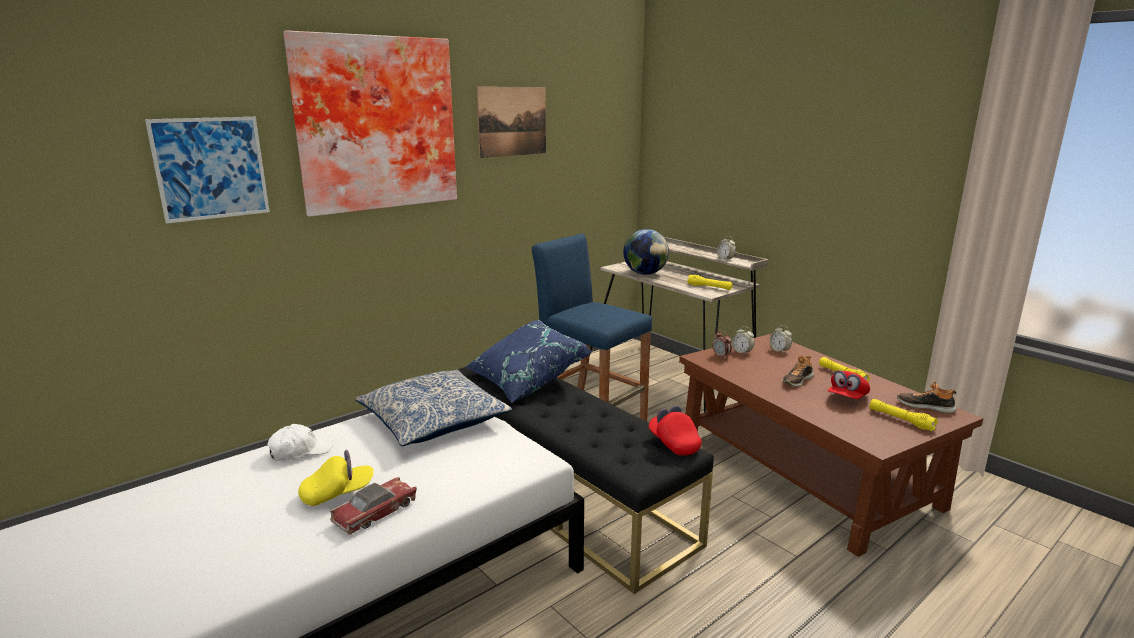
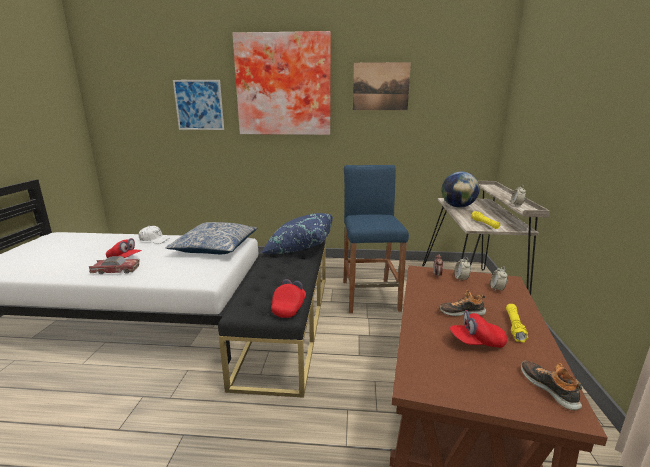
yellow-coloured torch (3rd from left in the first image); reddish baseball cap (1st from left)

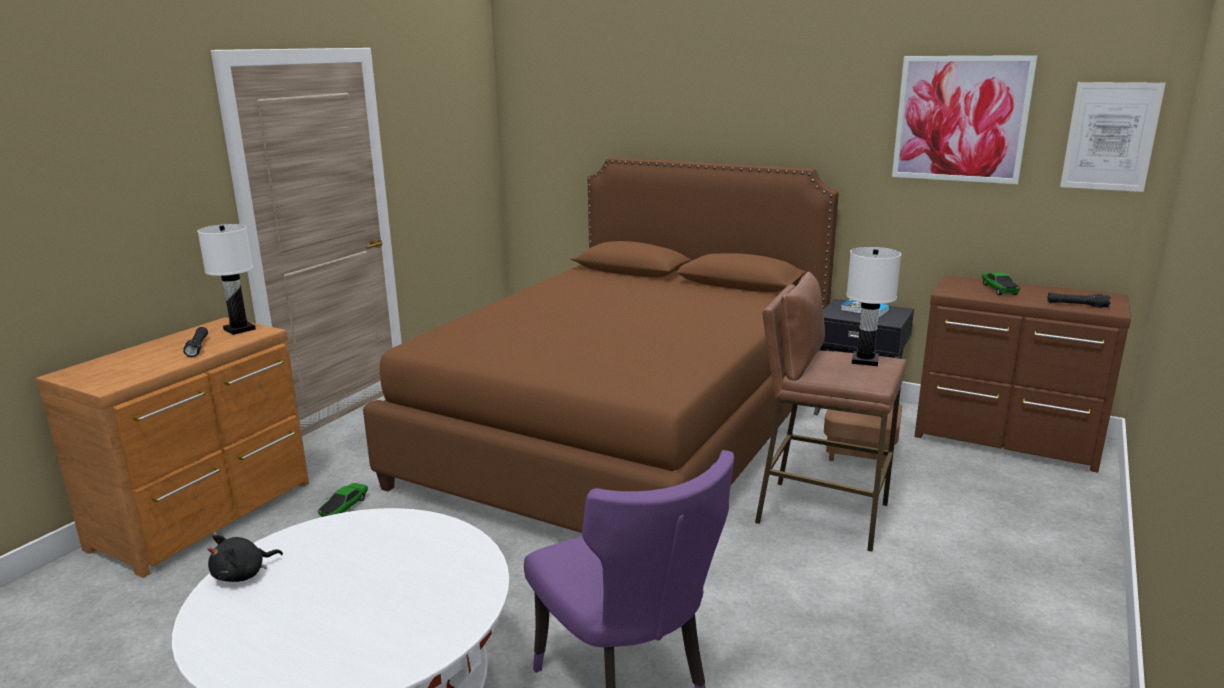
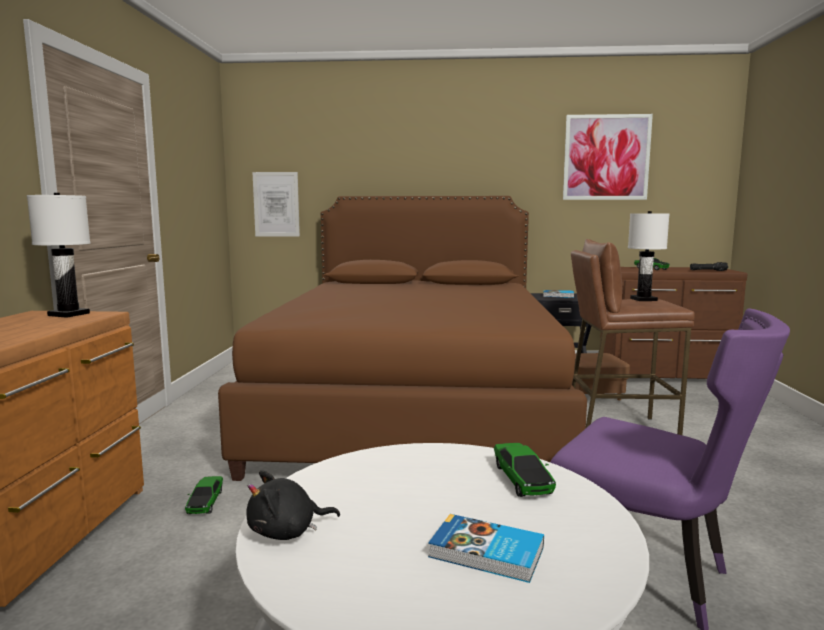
blackish torch (1st from left in the first image); book (1st from left); model car (2nd from left); wall picture (1st from left); blackish soft toy

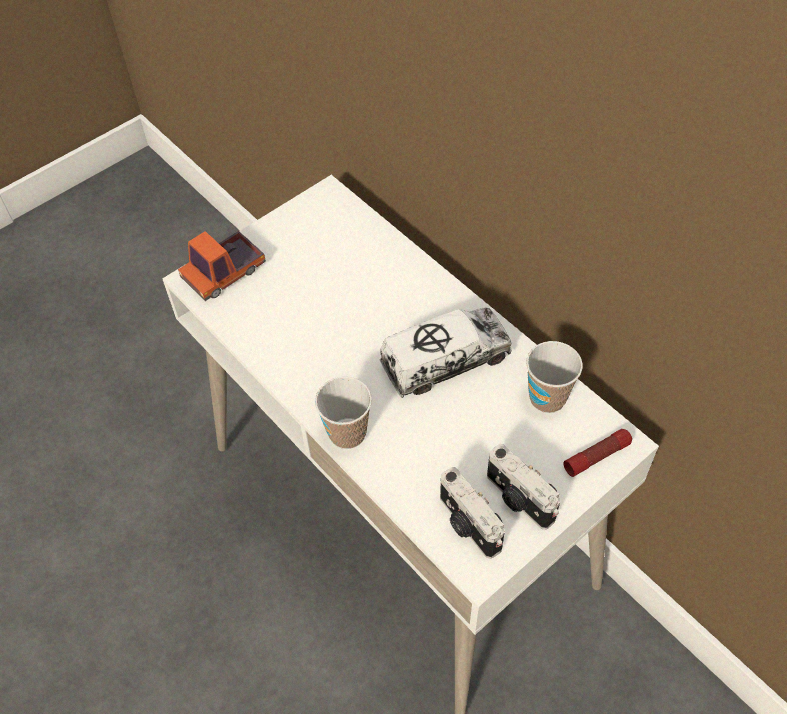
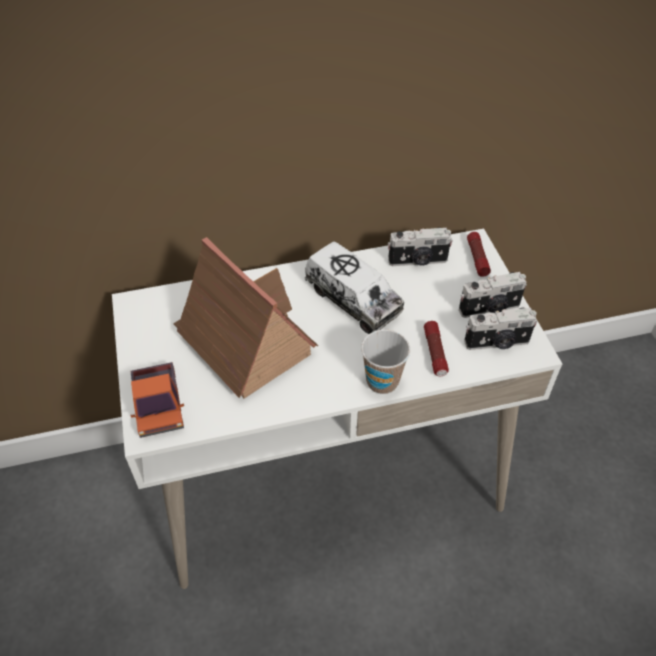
model house; torch (1st from left); still camera (1st from left); toy lorry (2nd from left)

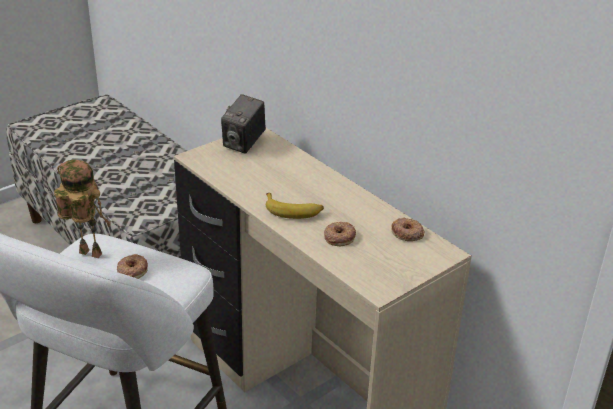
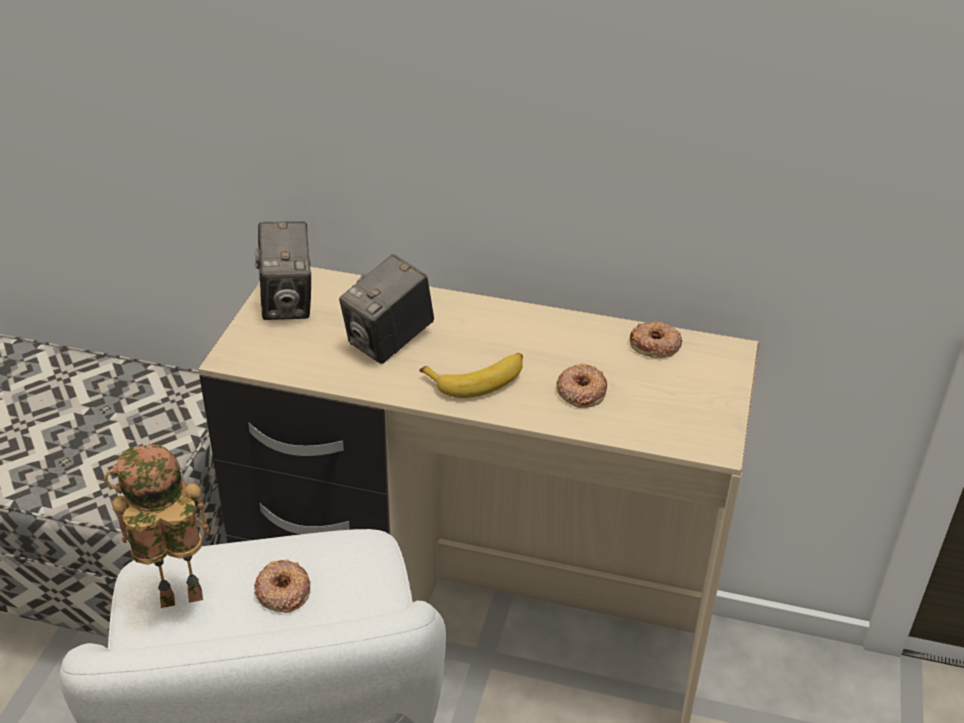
still camera (2nd from left)

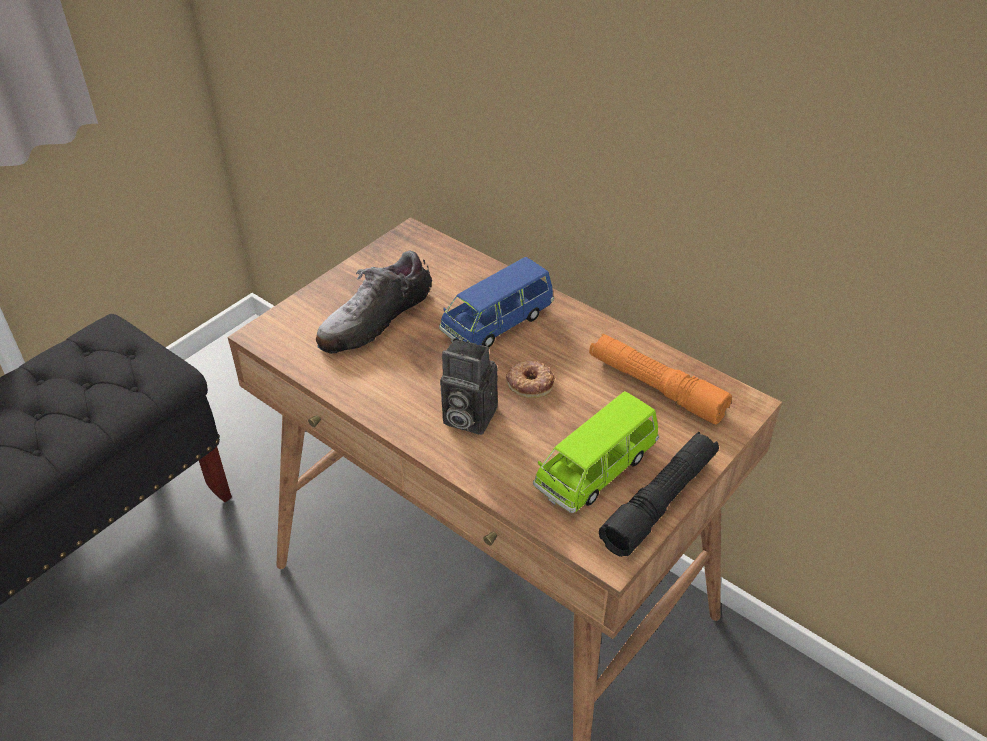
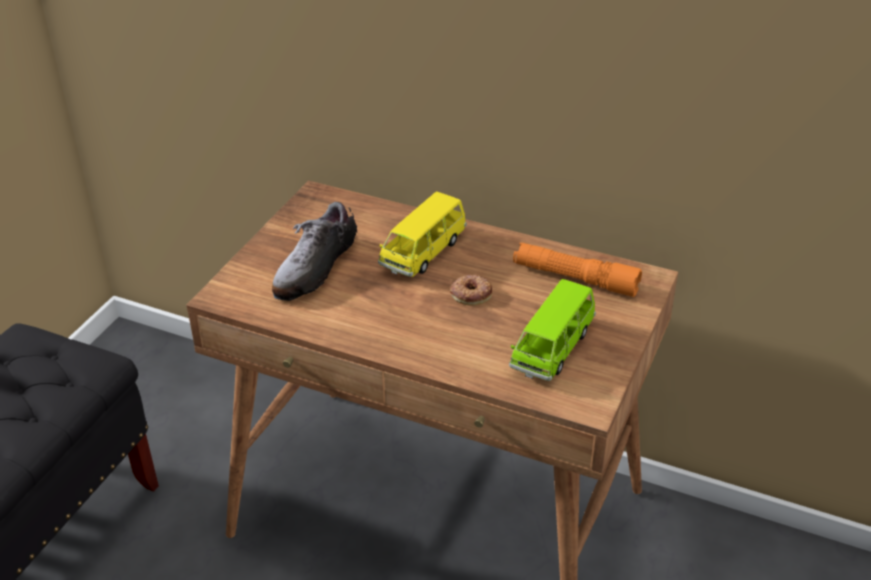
still camera; blackish torch; yellow-coloured model car

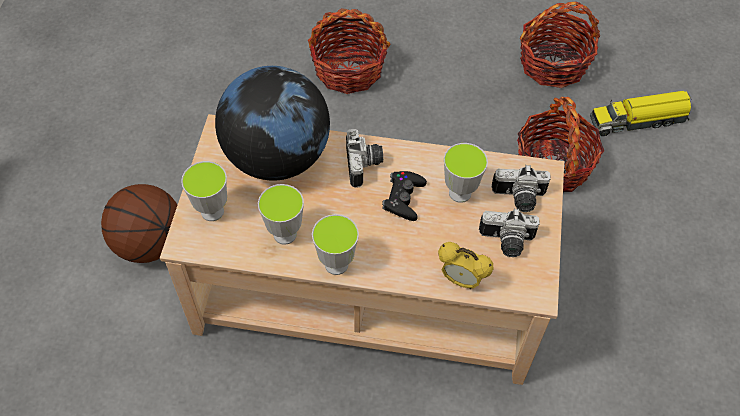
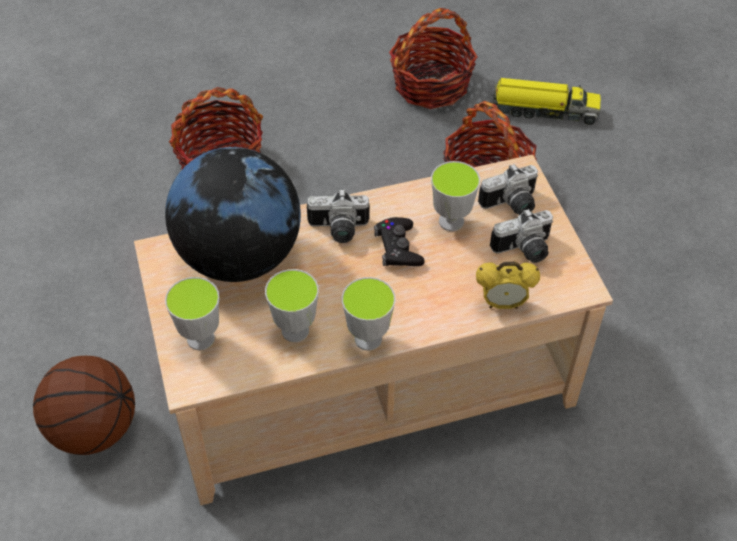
still camera (1st from left); toy lorry

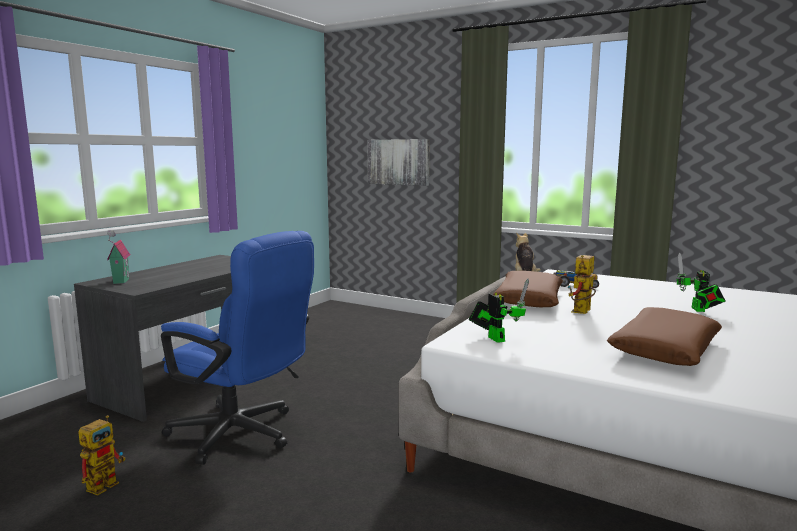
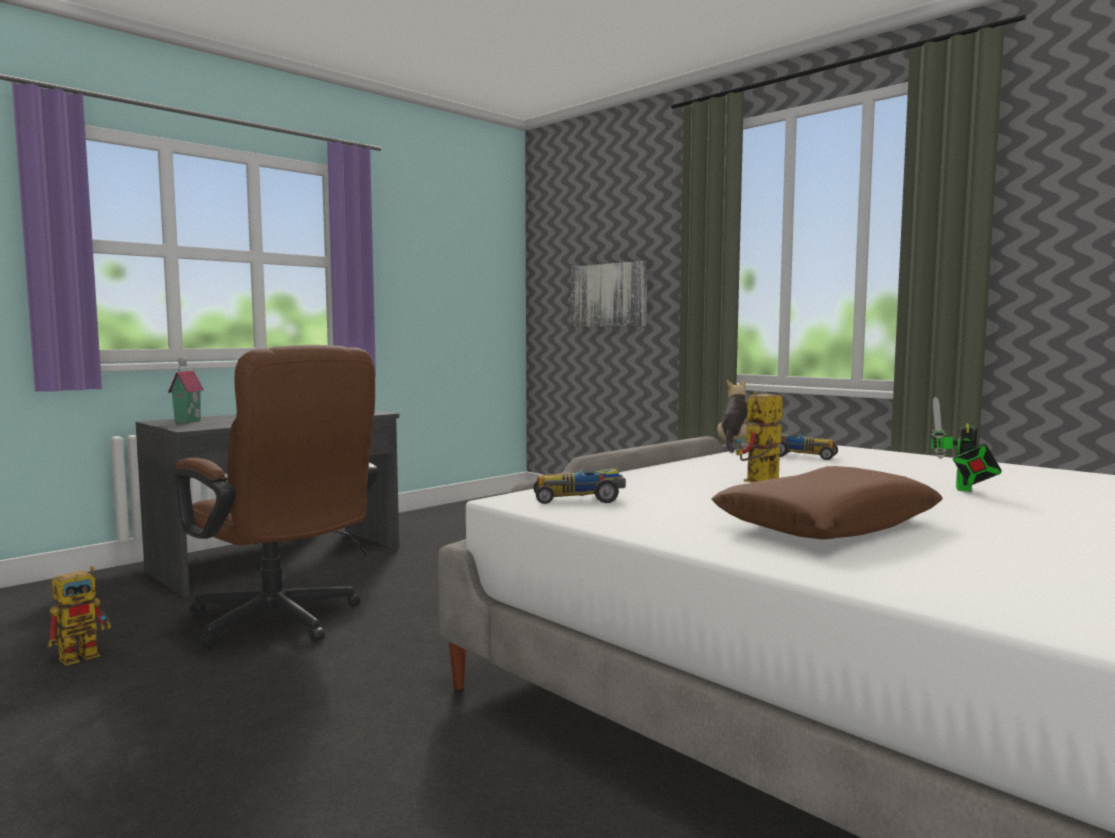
brown pillow (1st from left in the first image); model car (1st from left); brown desk chair

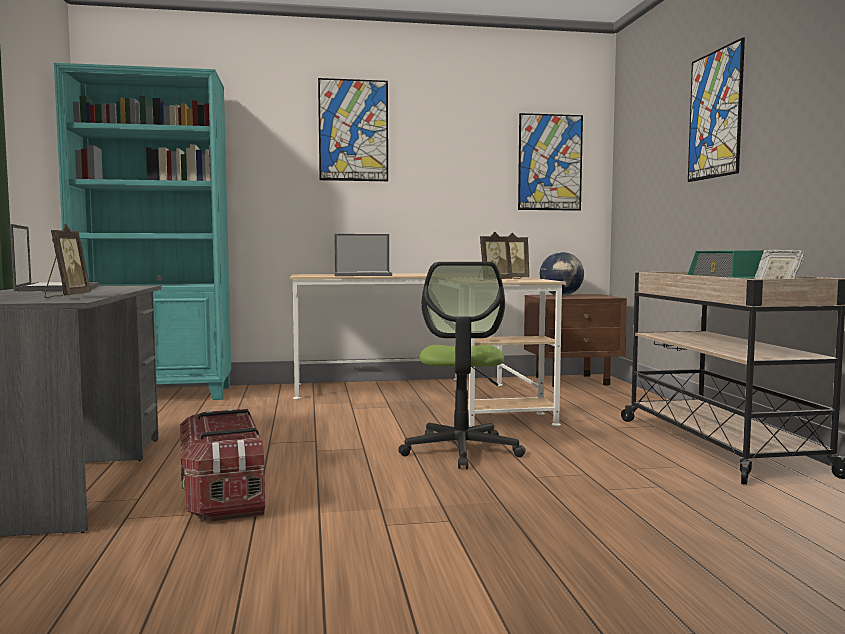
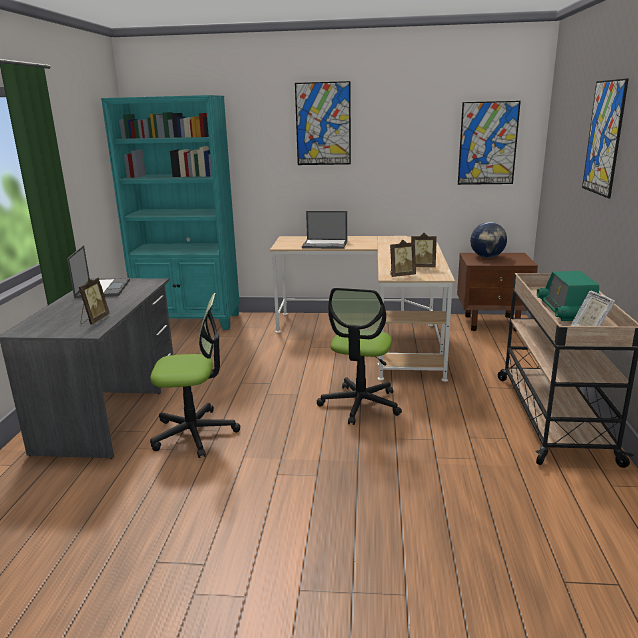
desk chair (1st from left)

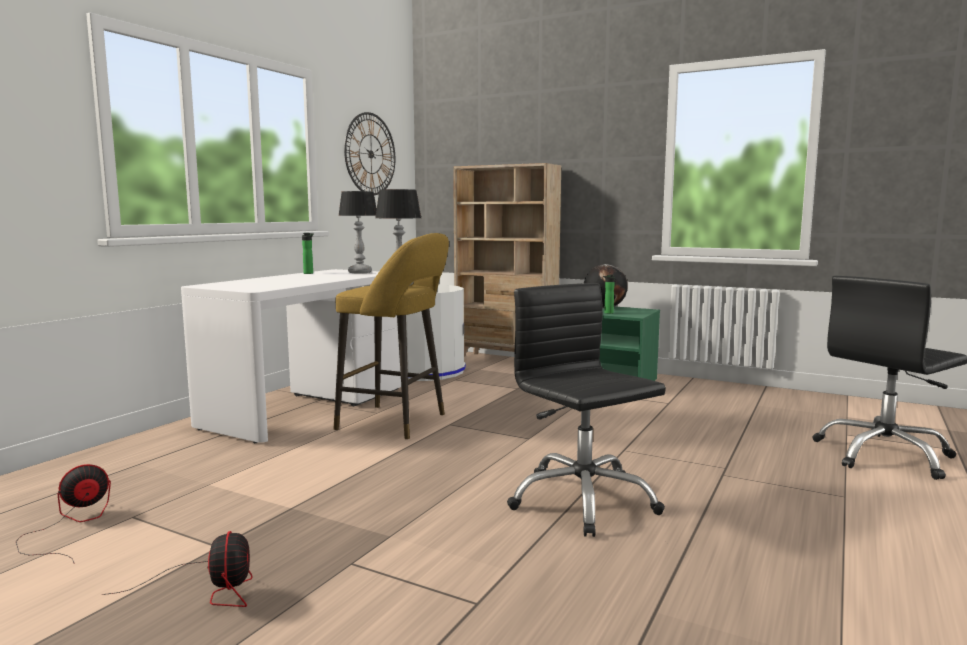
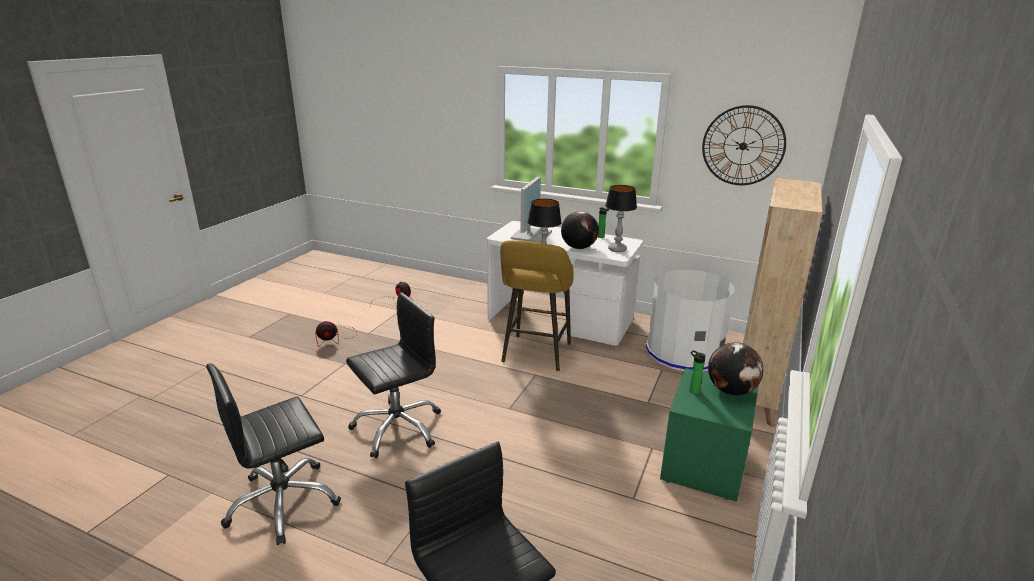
blackish desk chair (1st from left); computer screen; globe (1st from left)

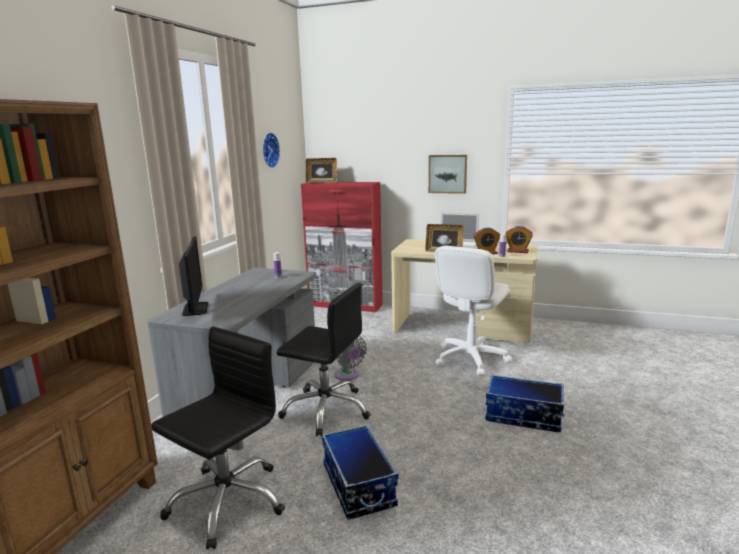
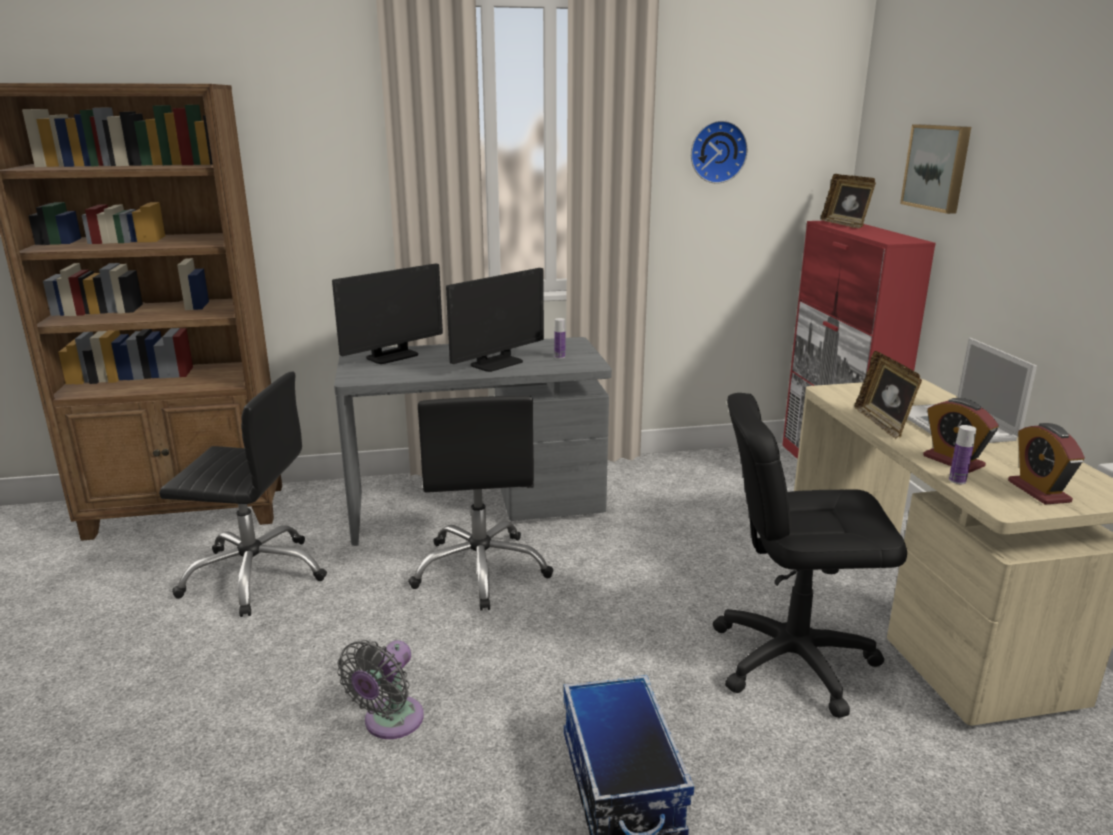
storage container (1st from left in the first image); computer screen (2nd from left); gray electric fan; wall picture; blackish desk chair (3rd from left)

